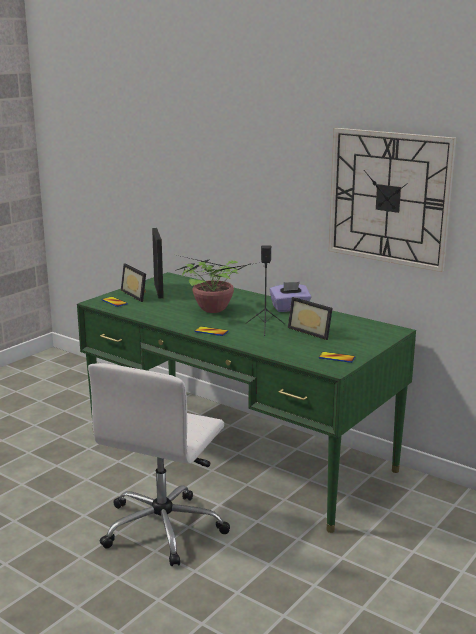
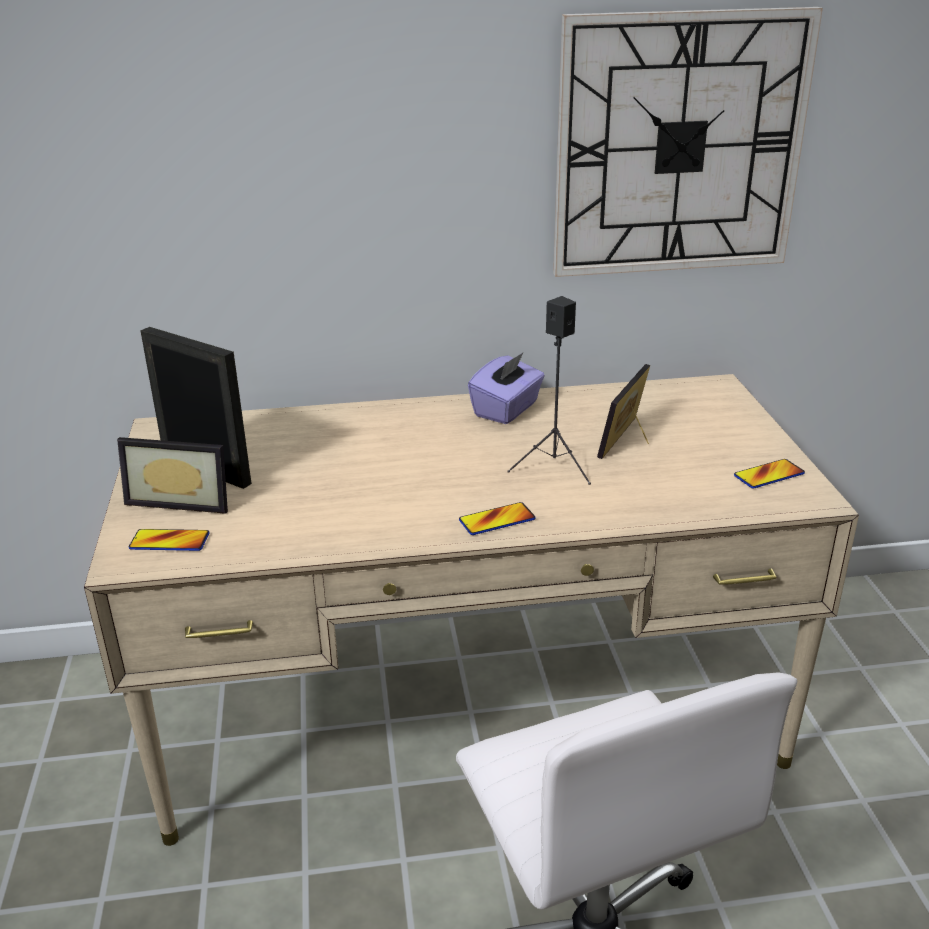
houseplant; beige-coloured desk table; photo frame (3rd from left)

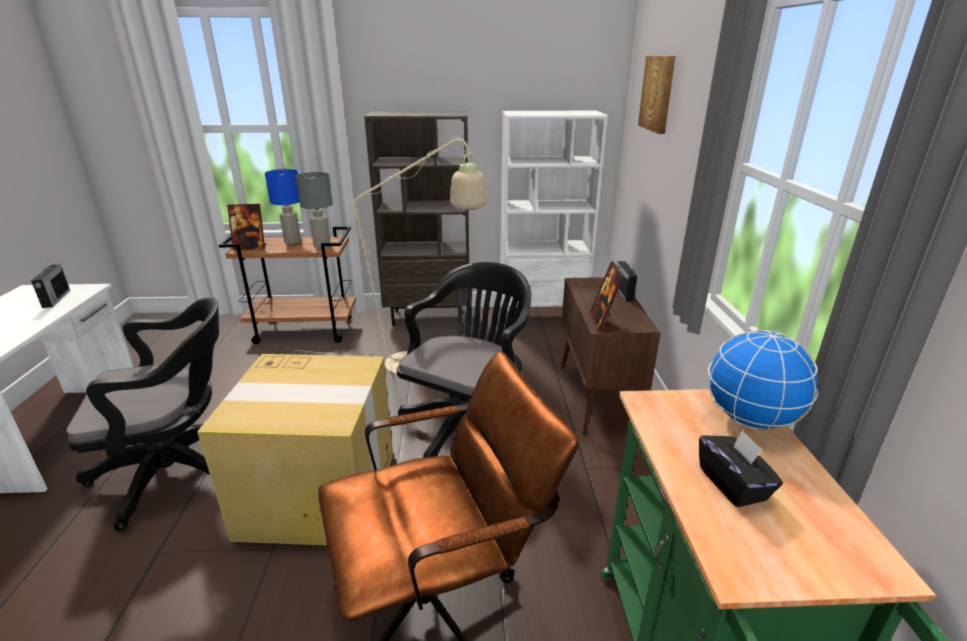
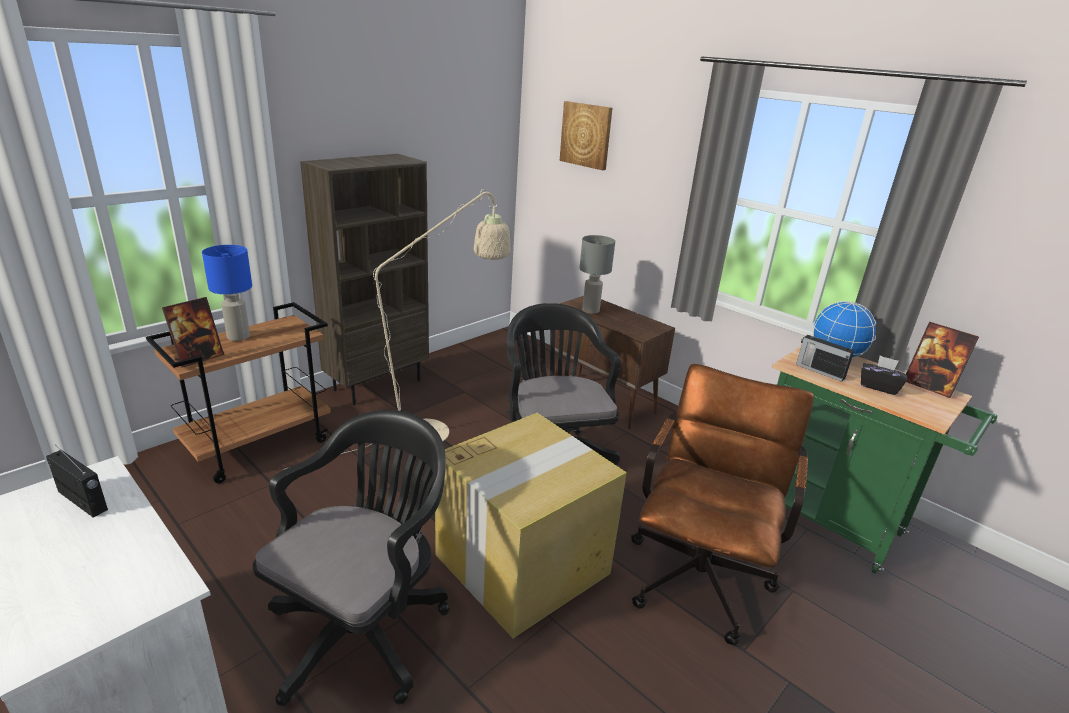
white-coloured shelving unit; gray tabletop lamp; photo frame (2nd from left); radio receiver (2nd from left)

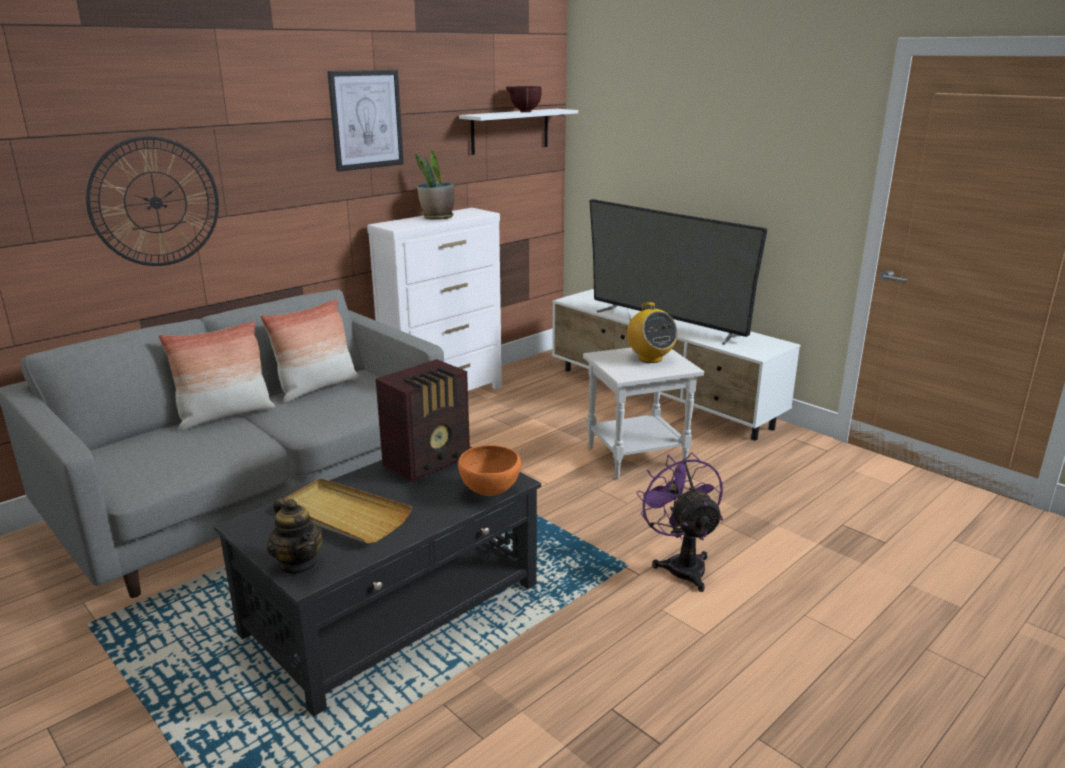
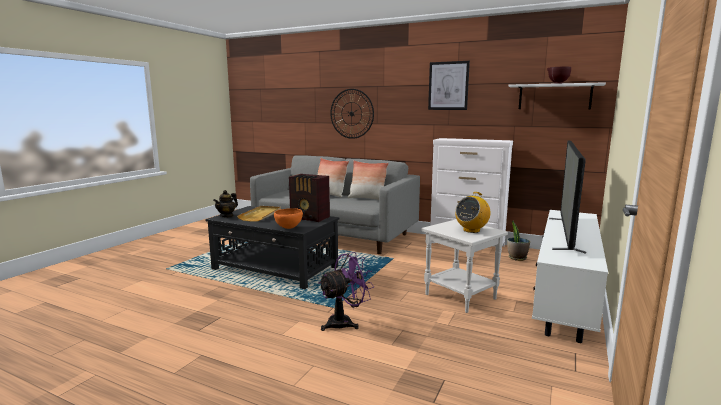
houseplant

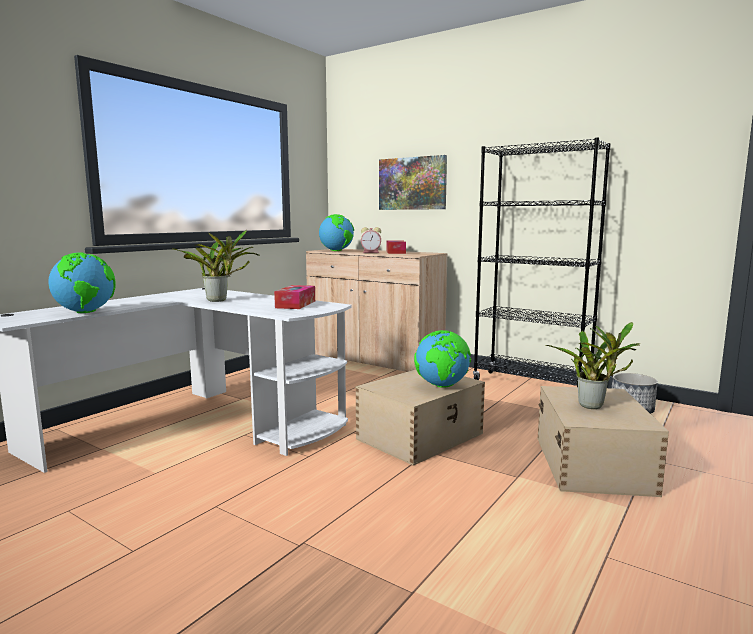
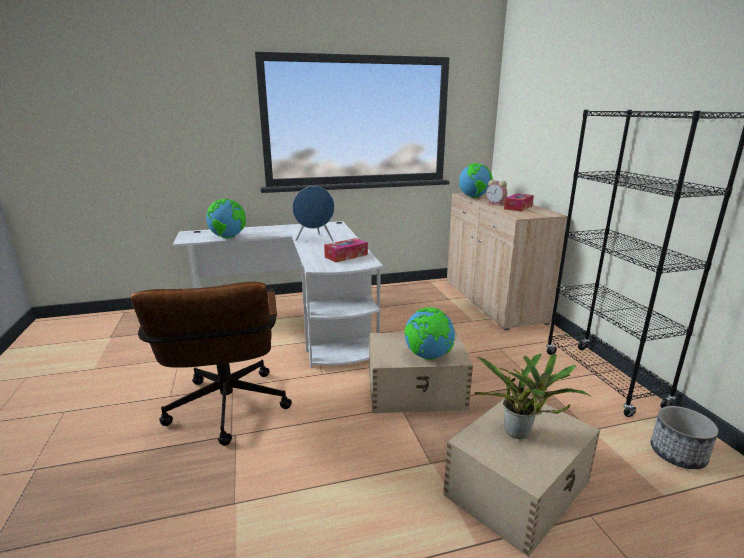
wall picture; brown desk chair; bluish audio speaker

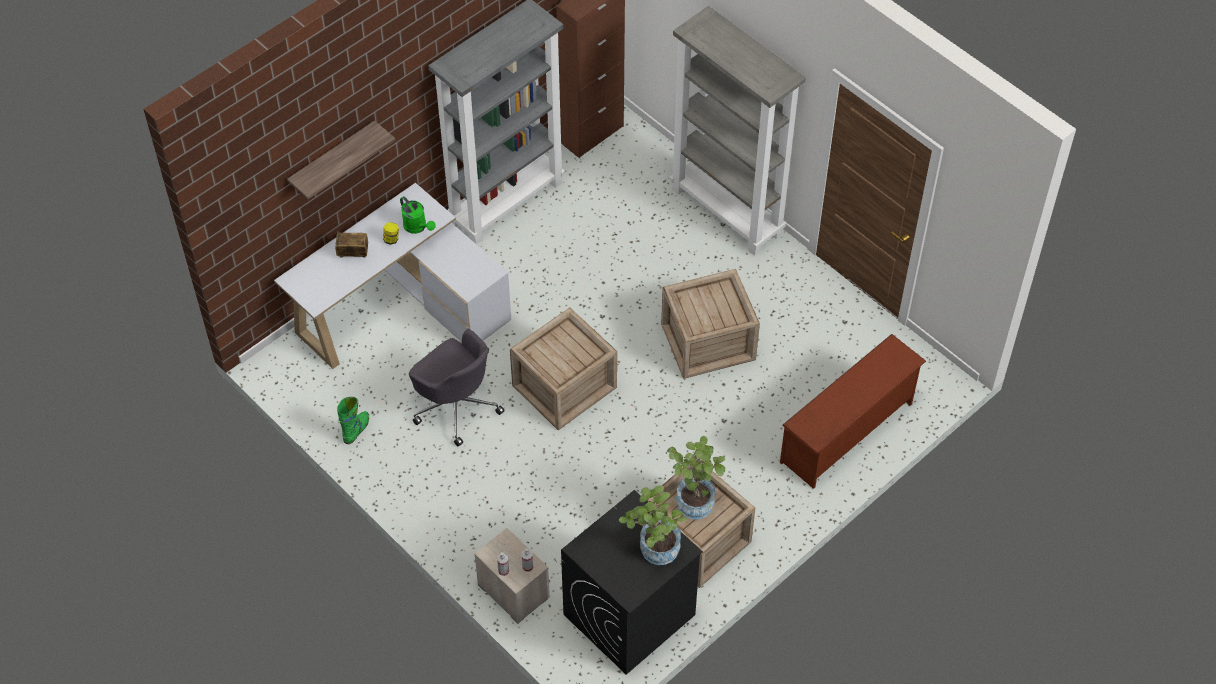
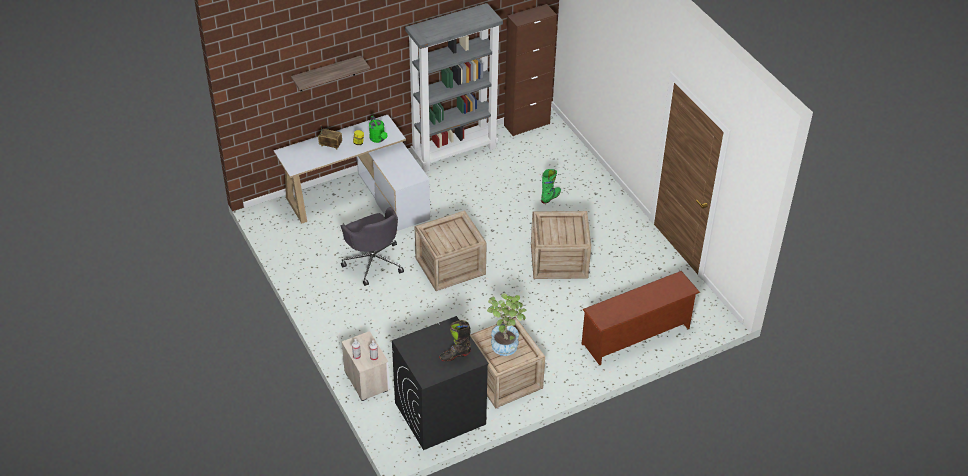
gray shelving unit (2nd from left in the first image); greenish high-top boot; blackish high-top boot

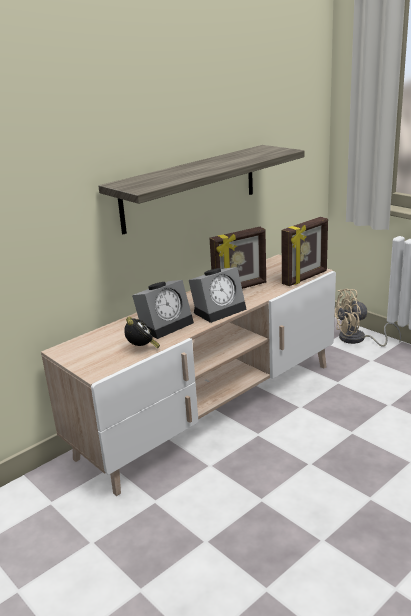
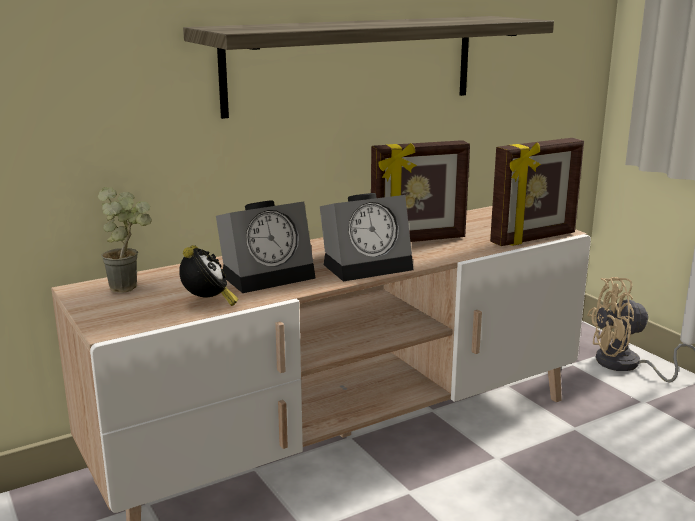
houseplant

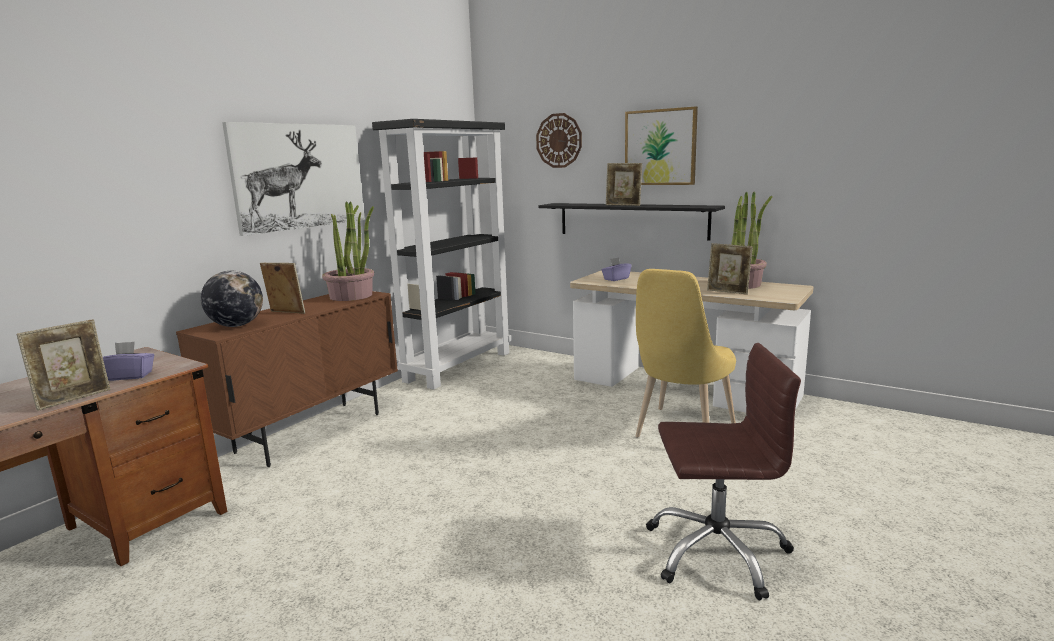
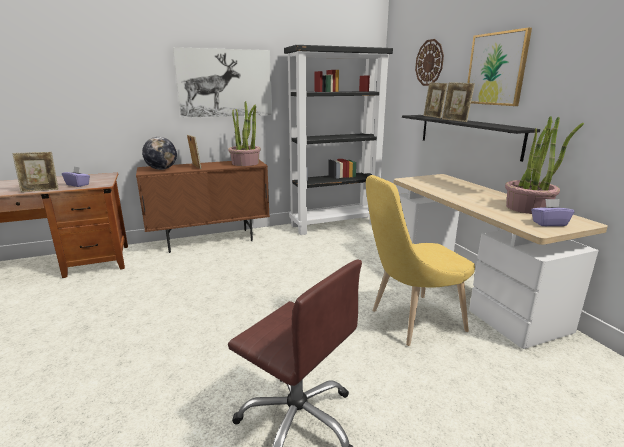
purple tissue holder (2nd from left); photo frame (3rd from left)

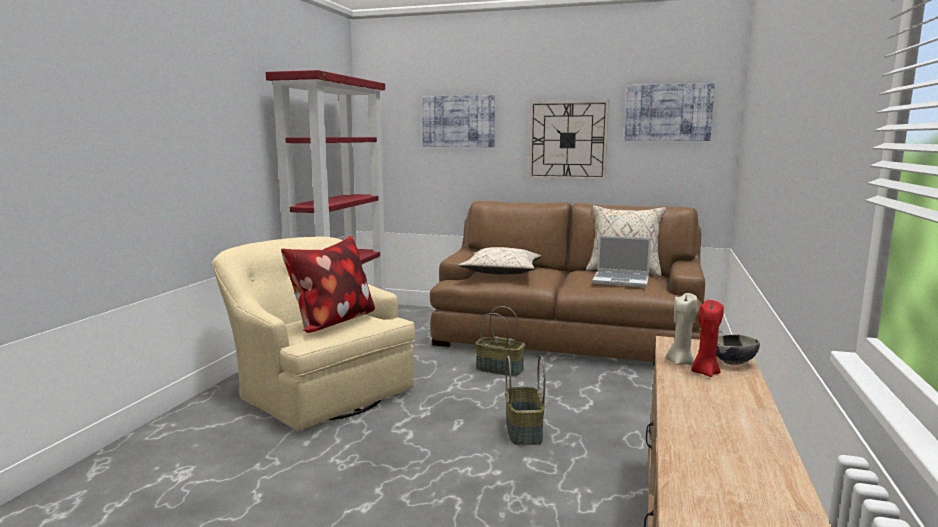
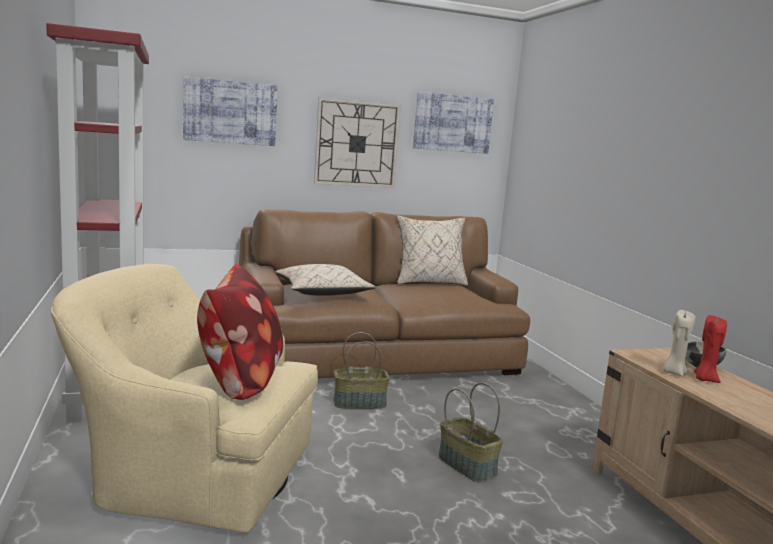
laptop

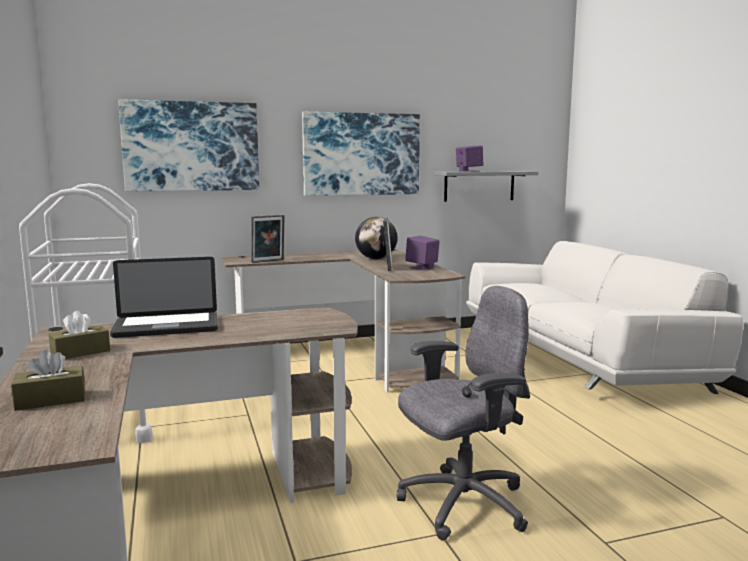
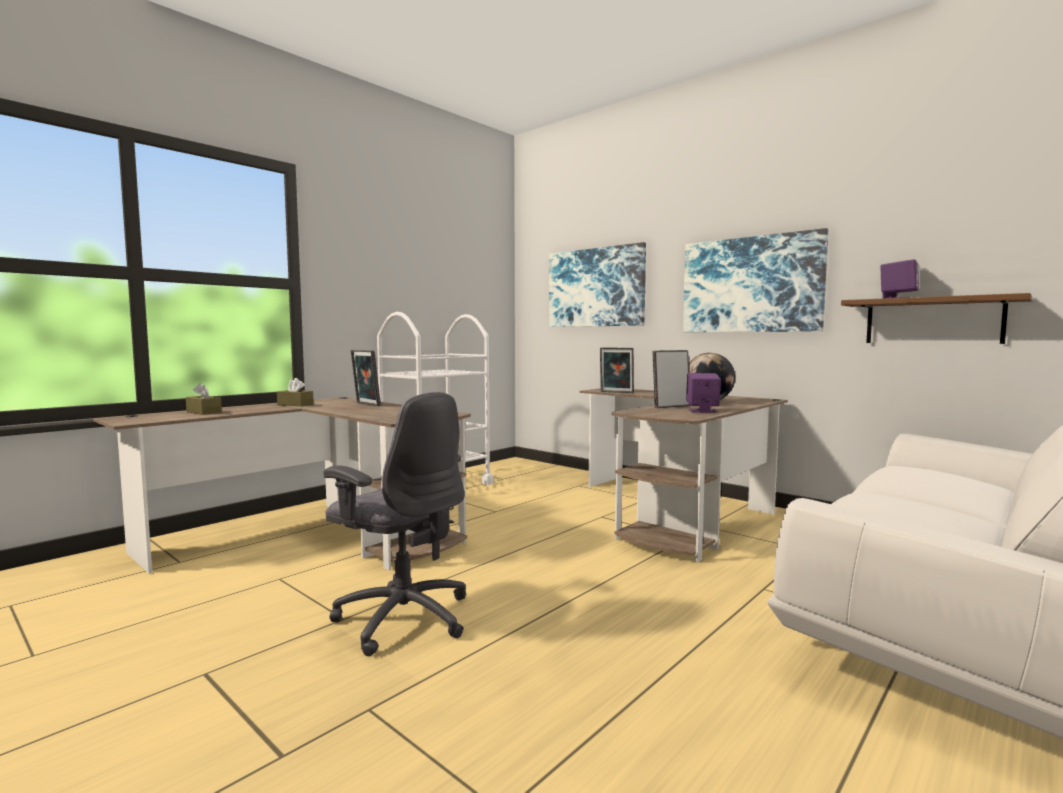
photo frame (1st from left); brown shelf

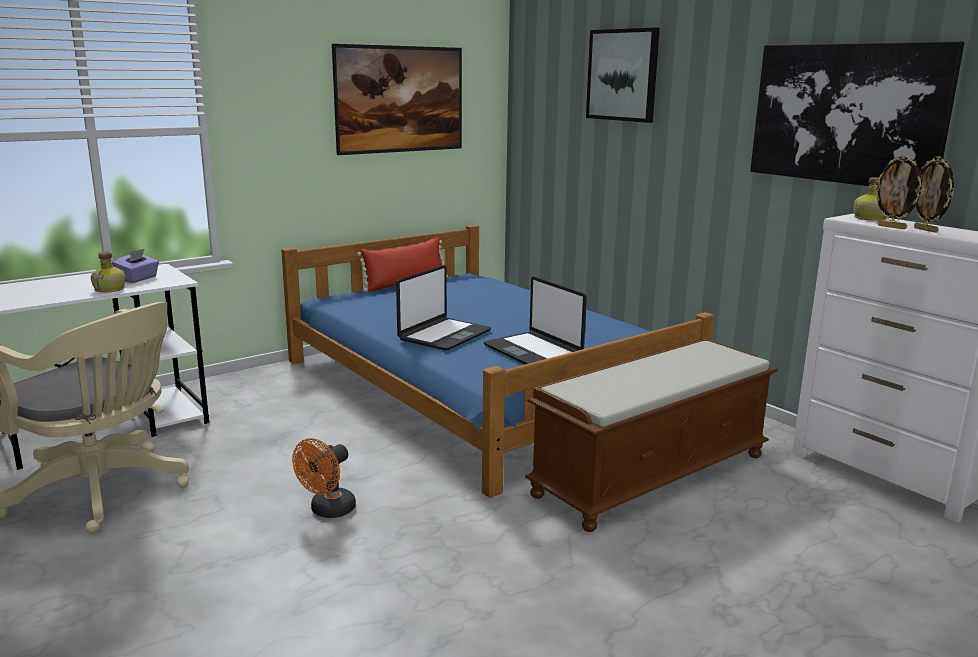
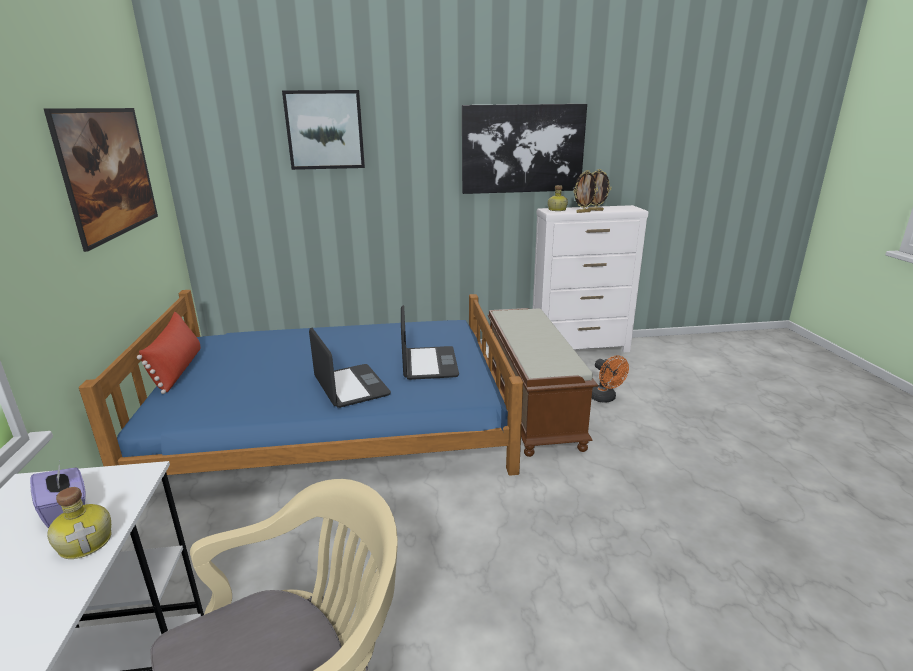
orangey electric fan; laptop (2nd from left)

